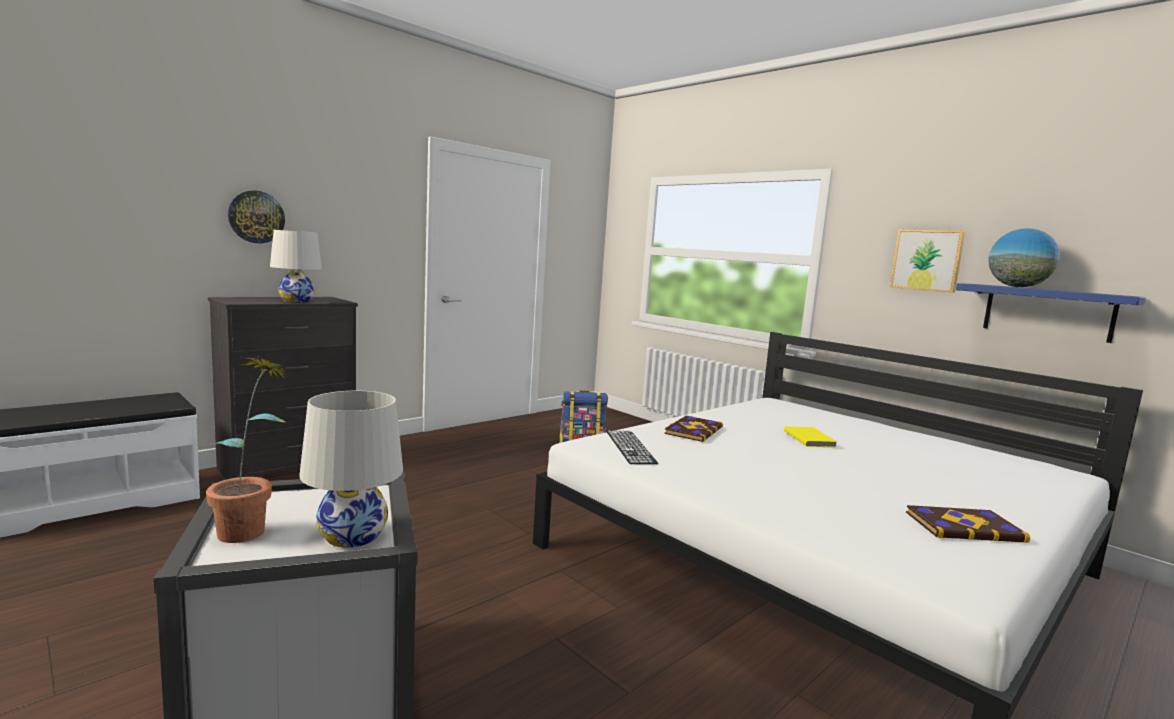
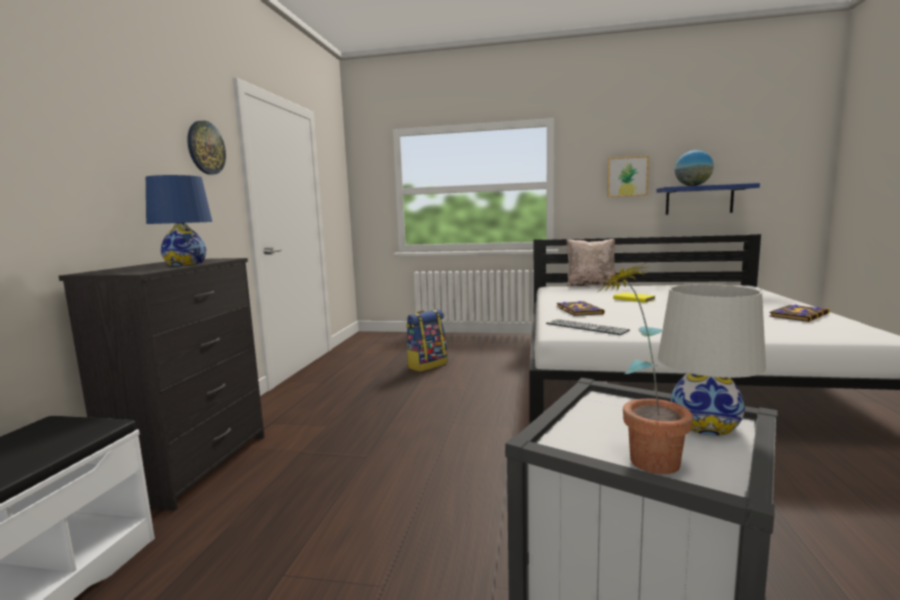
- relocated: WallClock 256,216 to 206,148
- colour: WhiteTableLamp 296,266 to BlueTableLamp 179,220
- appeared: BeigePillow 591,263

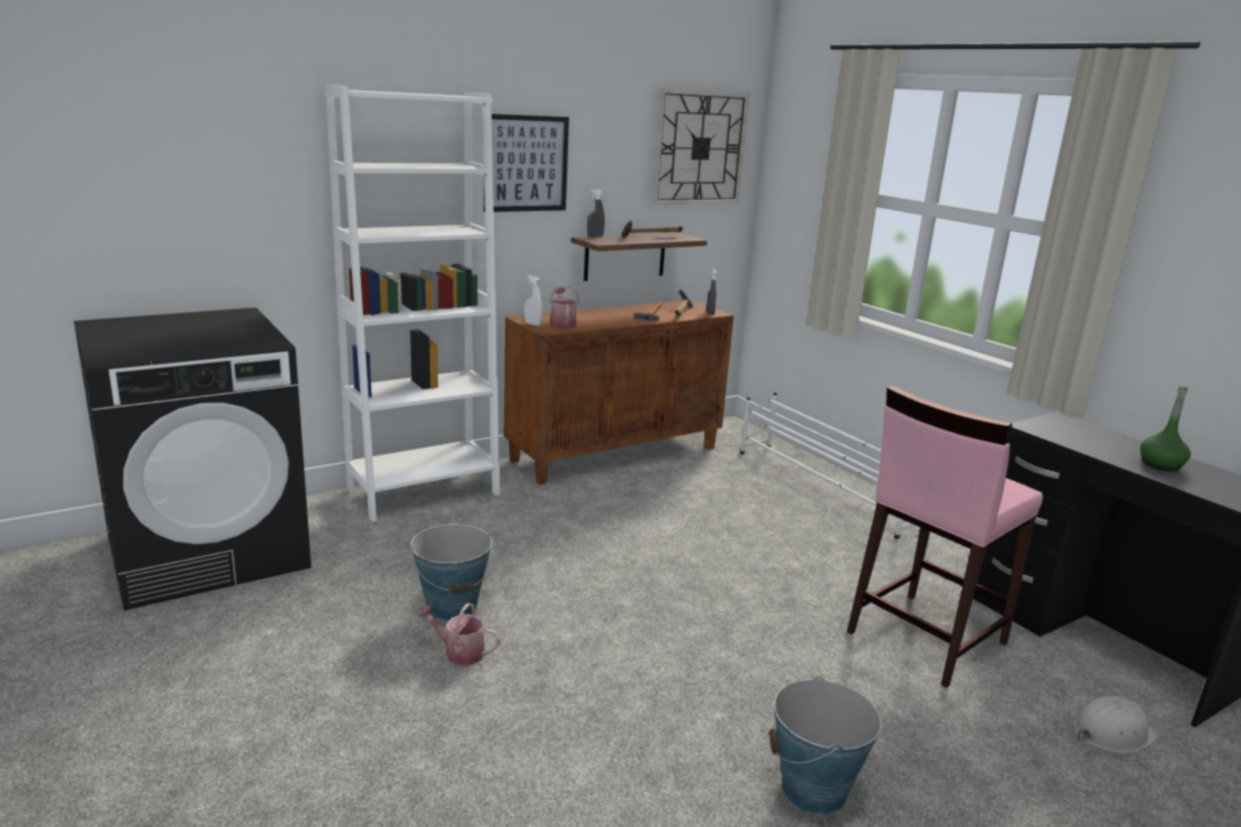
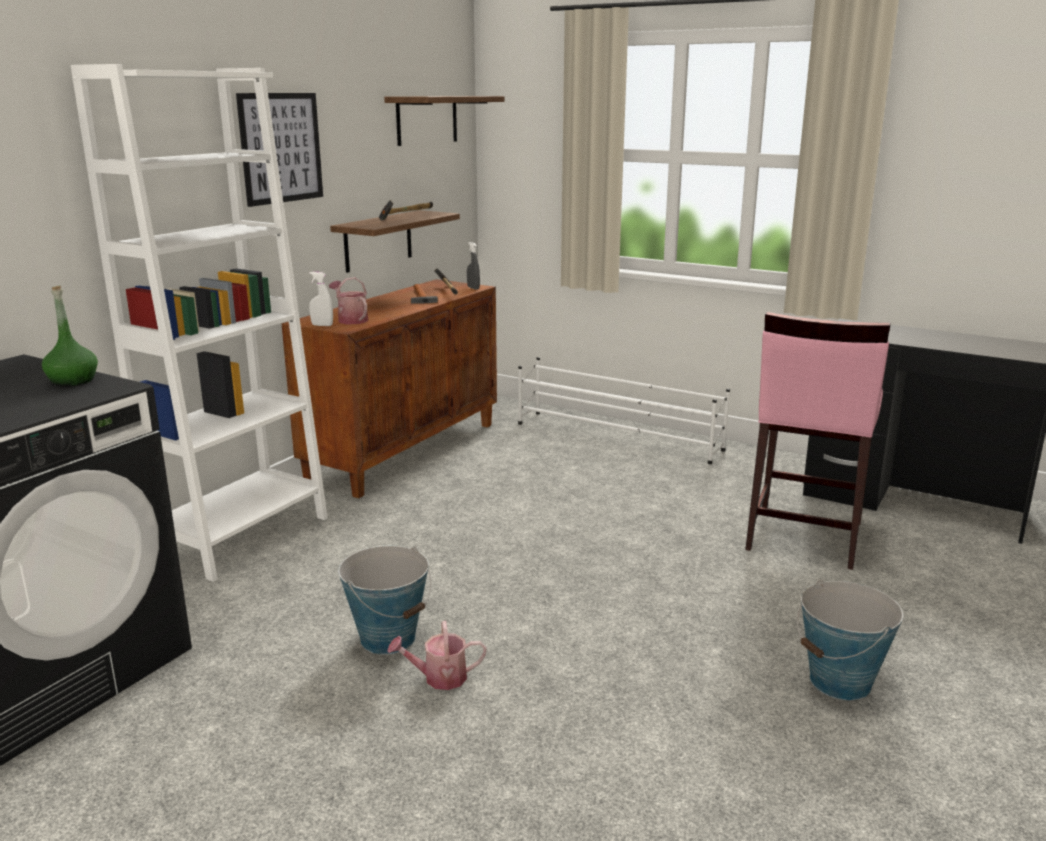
- exchanged: WallClock 701,146 to Shelf 444,121
- missing: GreySprayBottle 596,214
- relocated: GreenBottle 1165,429 to 70,336
- missing: WhiteHardHat 1116,725

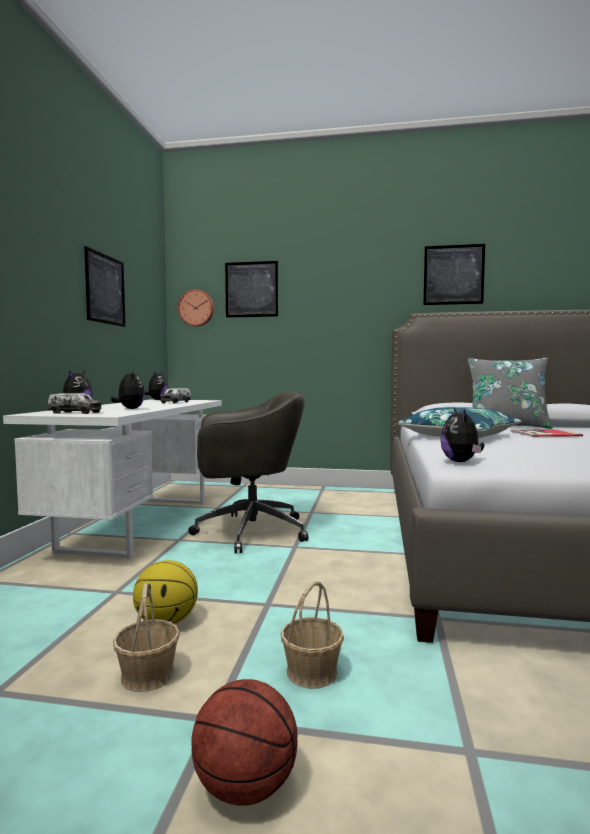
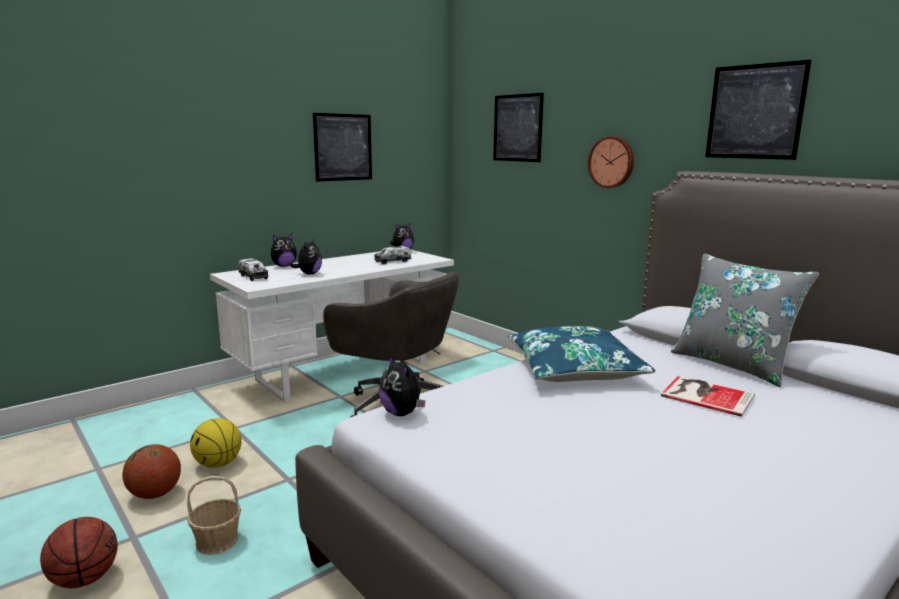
- relocated: WallClock 196,308 to 611,162
- spun: PlushToy 462,435 = 402,385 75 degrees counterclockwise
- exchanged: Basket 146,637 to Basketball 151,471

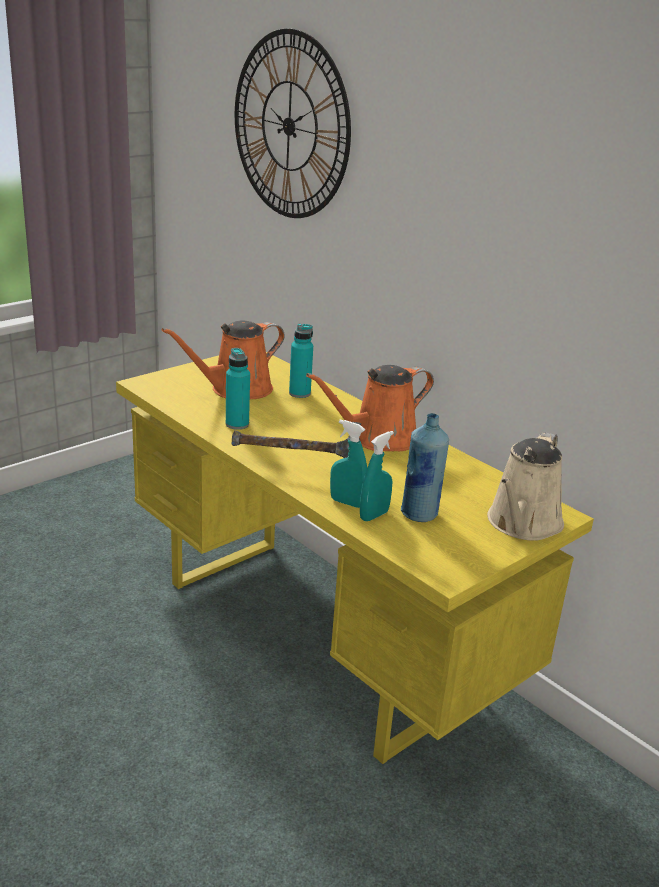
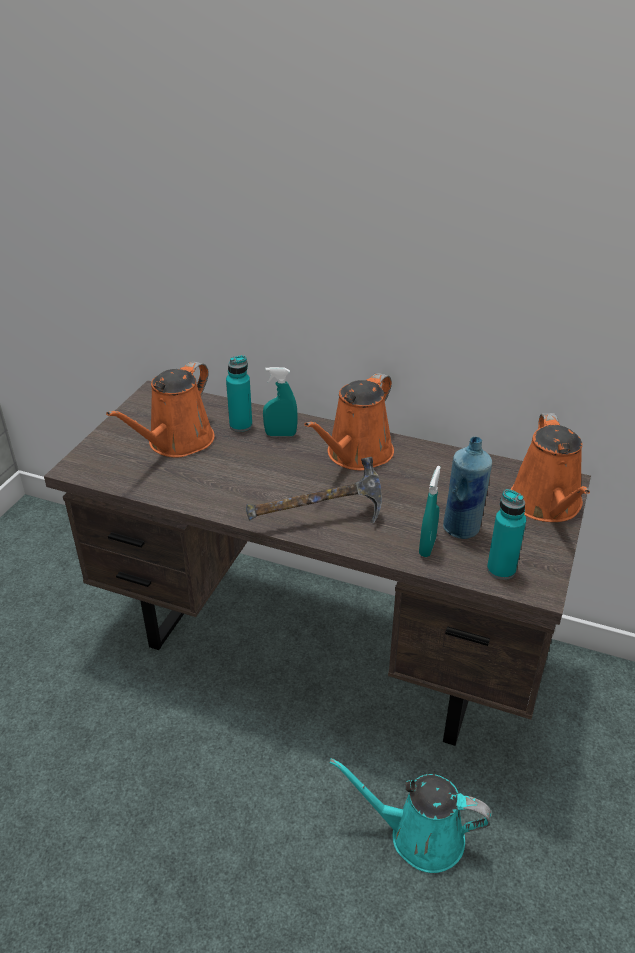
- missing: WallClock 293,123
- relocated: TurquoiseBottle 238,389 to 506,534
- colour: YellowDesk 355,558 to BrownDesk 317,563
- relocated: TurquoiseSprayBottle 348,464 to 280,401
- colour: BeigeWateringCan 525,486 to OrangeWateringCan 550,467
- appeared: TurquoiseWateringCan 410,815

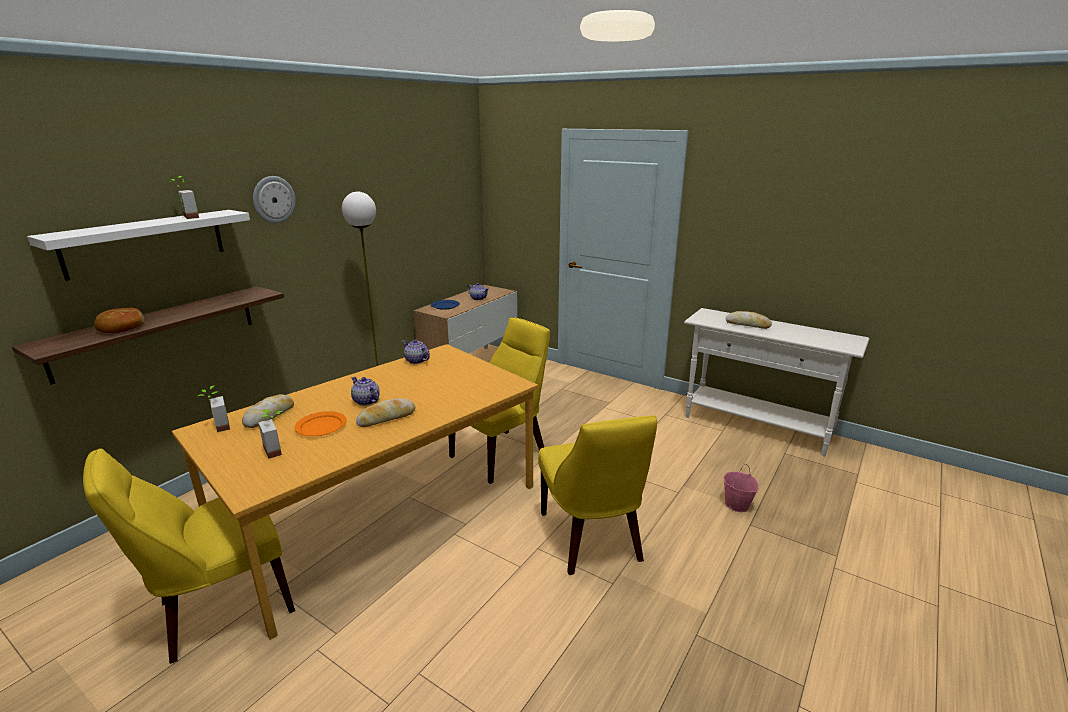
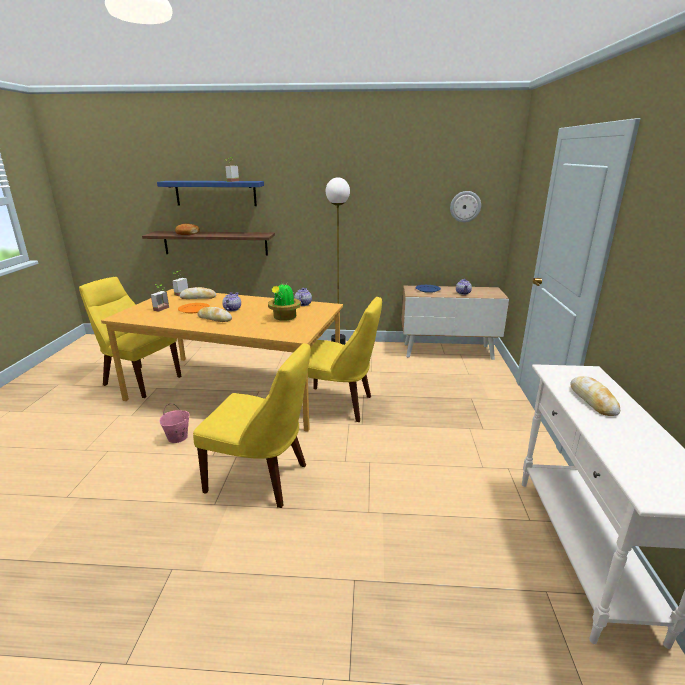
- relocated: WallClock 274,199 to 465,206
- colour: WhiteShelf 138,245 to BlueShelf 210,193
- spun: YellowChair 597,495 = 252,425 120 degrees counterclockwise
- relocated: PinkBucket 741,488 to 174,423
- appeared: PottedPlant 284,302

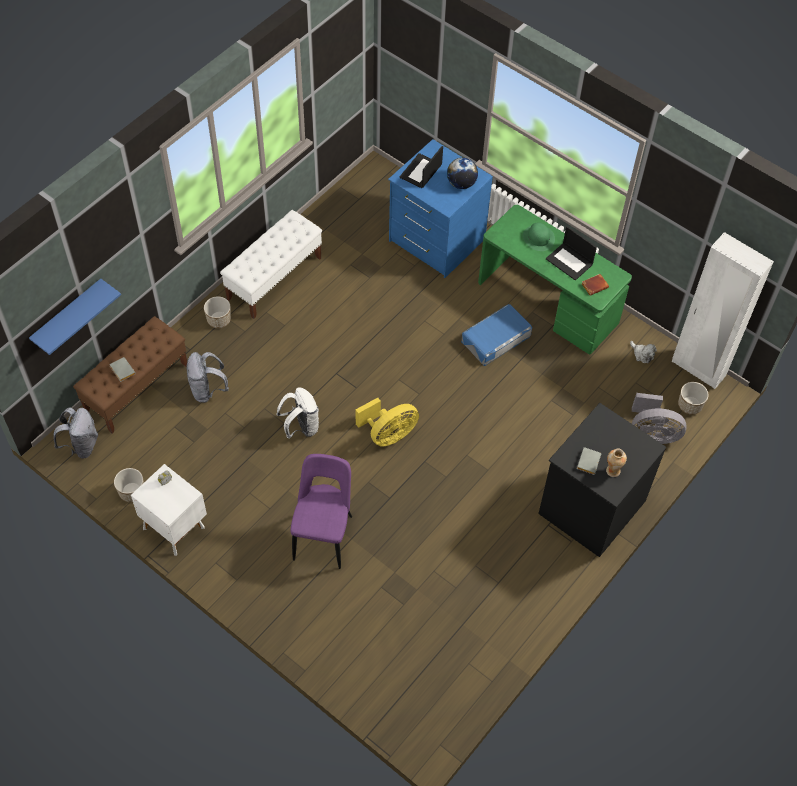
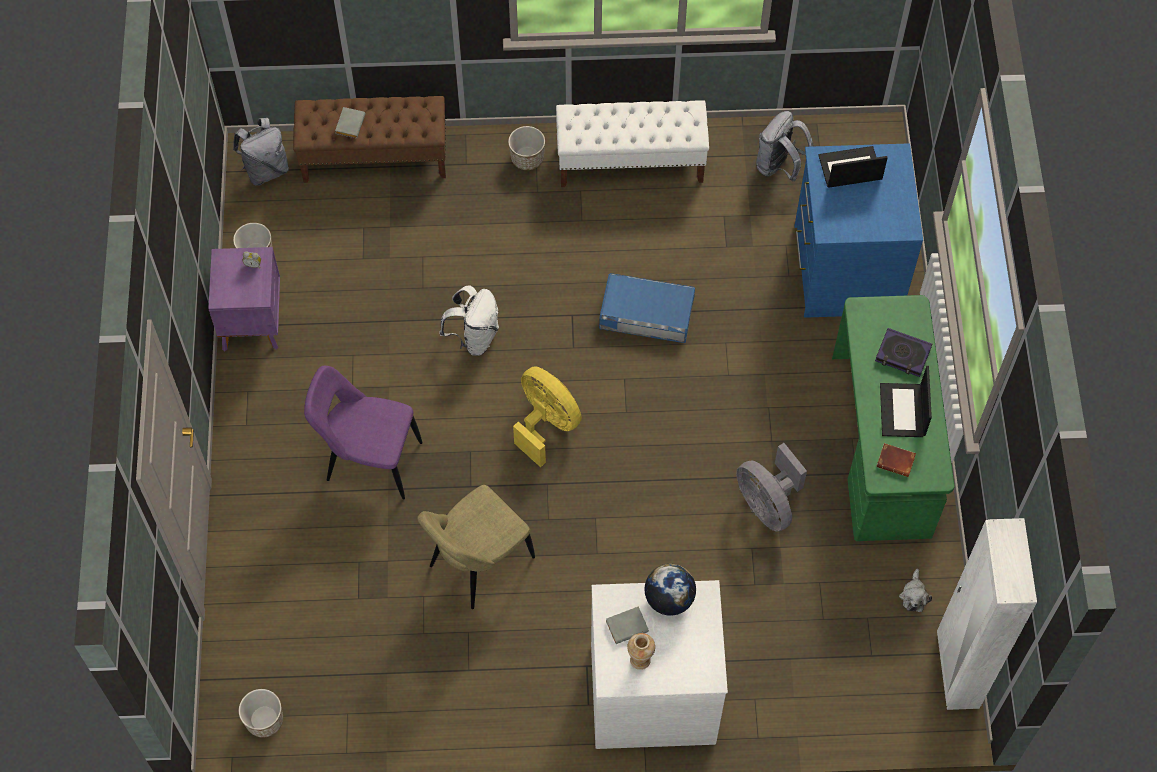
- relocated: Globe 462,173 to 670,590
- exchanged: GreenHat 539,236 to Book 903,352
- missing: BlueShelf 75,317
- relocated: BlueStorageBox 496,335 to 647,308
- relocated: GreyBackpack 207,377 to 784,146
- relocated: Planter 693,398 to 261,713
- relocated: GreyFan 659,418 to 771,487
- spun: YellowFan 387,422 = 547,416 150 degrees counterclockwise
- colour: BlackDresser 602,480 to WhiteDresser 659,664
- spun: PurpleChair 321,511 = 363,432 135 degrees counterclockwise
- colour: WhiteNightstand 169,510 to PurpleNightstand 244,299
- appeared: BeigeChair 476,547

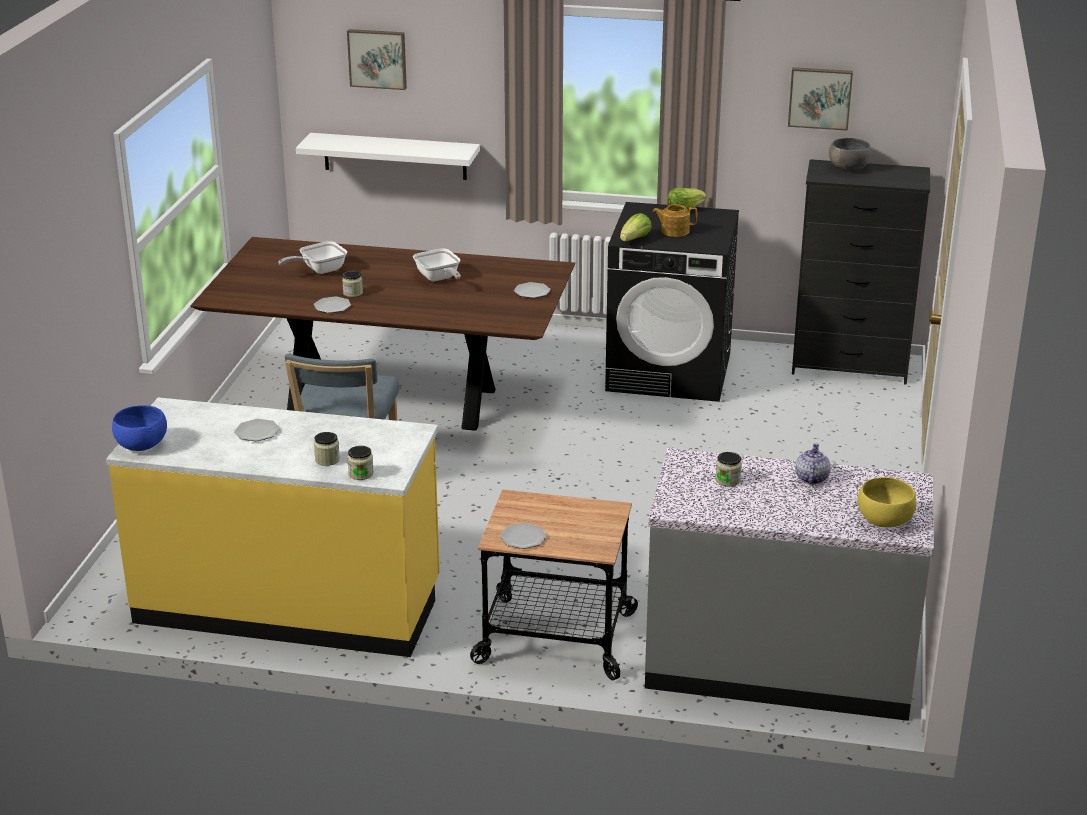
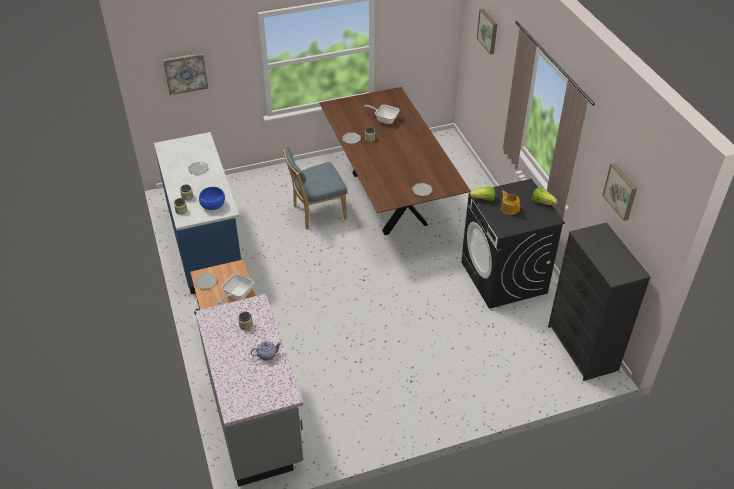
- missing: WhiteShelf 388,156
- missing: GreyBowl 850,154
- relocated: FryingPan 437,264 to 235,289
- colour: YellowCounter 273,527 to BlueCounter 197,213
- relocated: BlueBowl 139,428 to 212,198
- missing: YellowBowl 887,502
- appeared: Picture 185,74

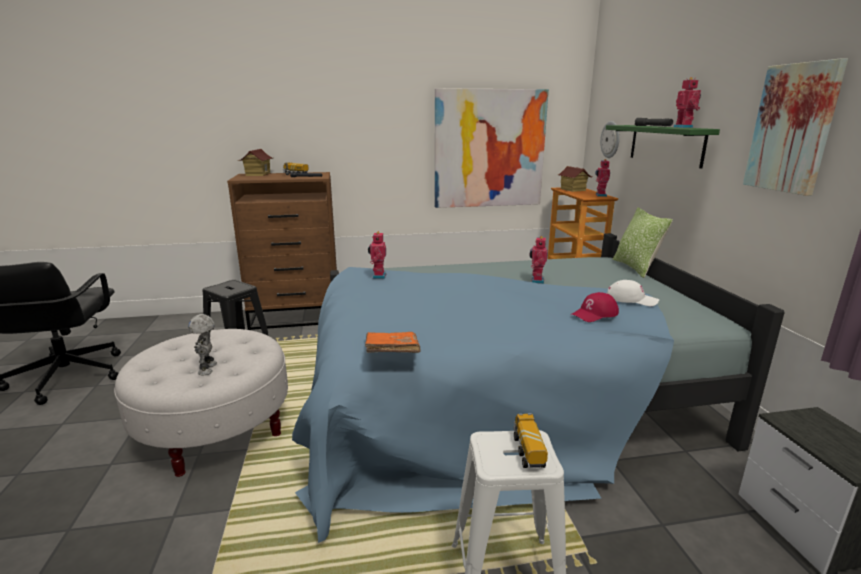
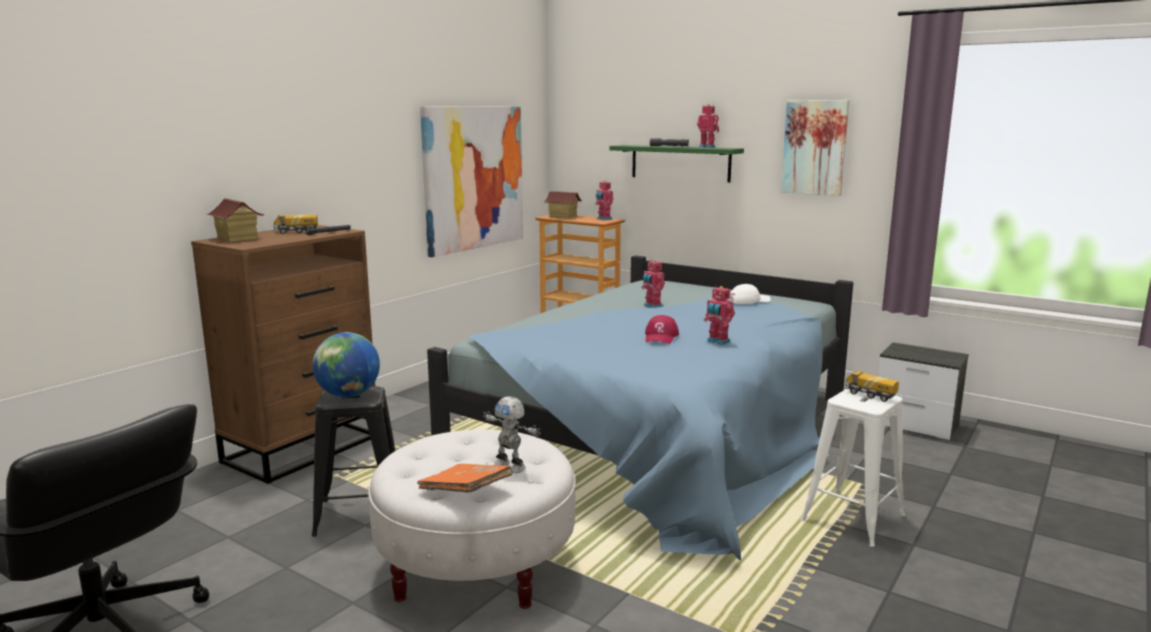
- missing: WallClock 610,139
- missing: Pillow 643,243
- relocated: ToyRobot 377,255 to 719,315
- relocated: RedCap 595,307 to 662,329
- relocated: OrangeBook 393,342 to 465,478
- appeared: Globe 346,364

